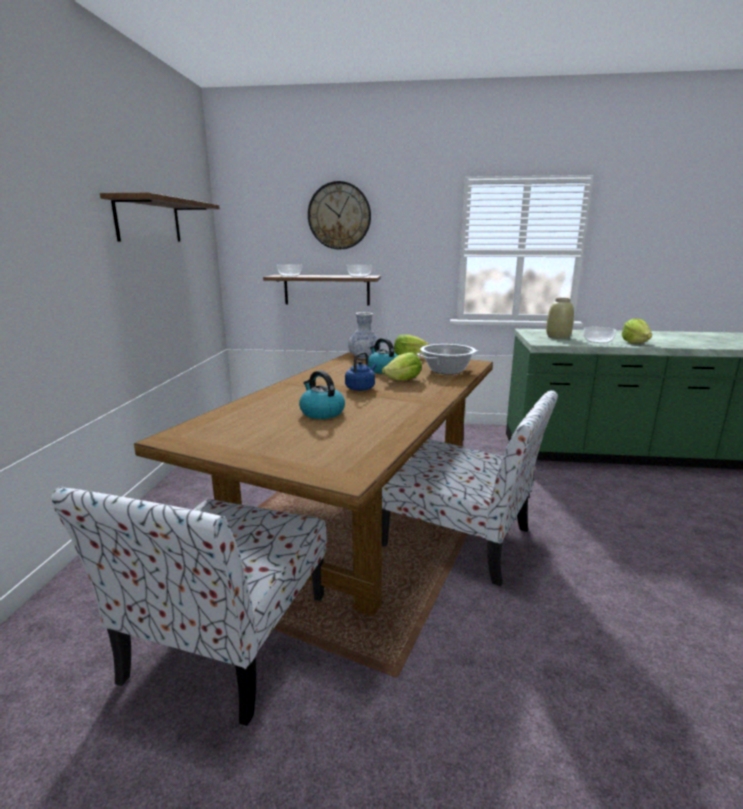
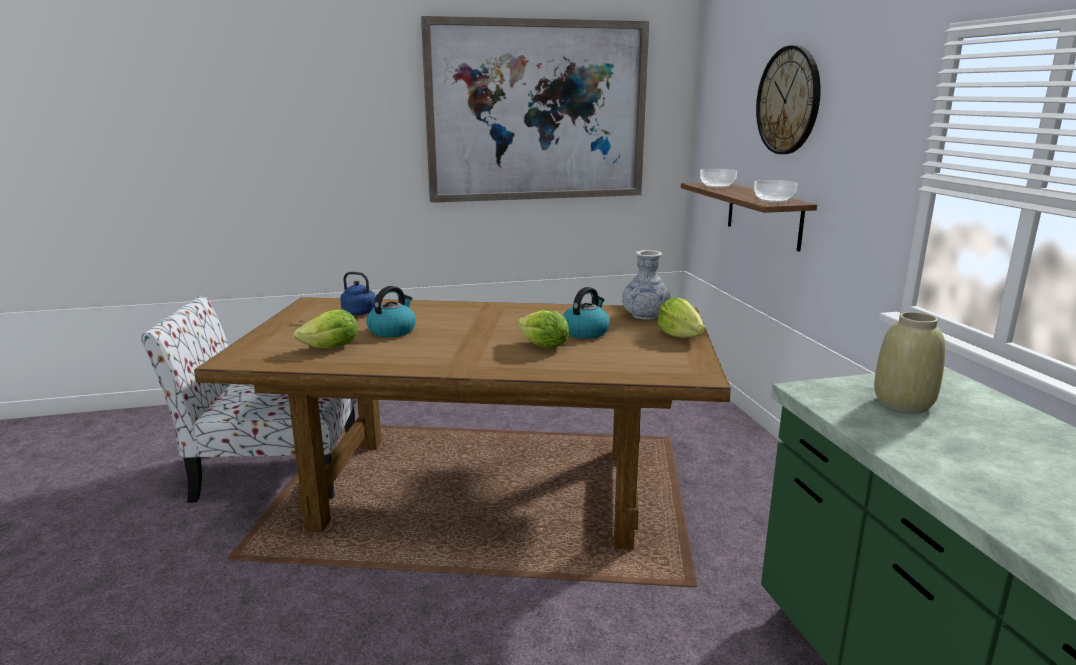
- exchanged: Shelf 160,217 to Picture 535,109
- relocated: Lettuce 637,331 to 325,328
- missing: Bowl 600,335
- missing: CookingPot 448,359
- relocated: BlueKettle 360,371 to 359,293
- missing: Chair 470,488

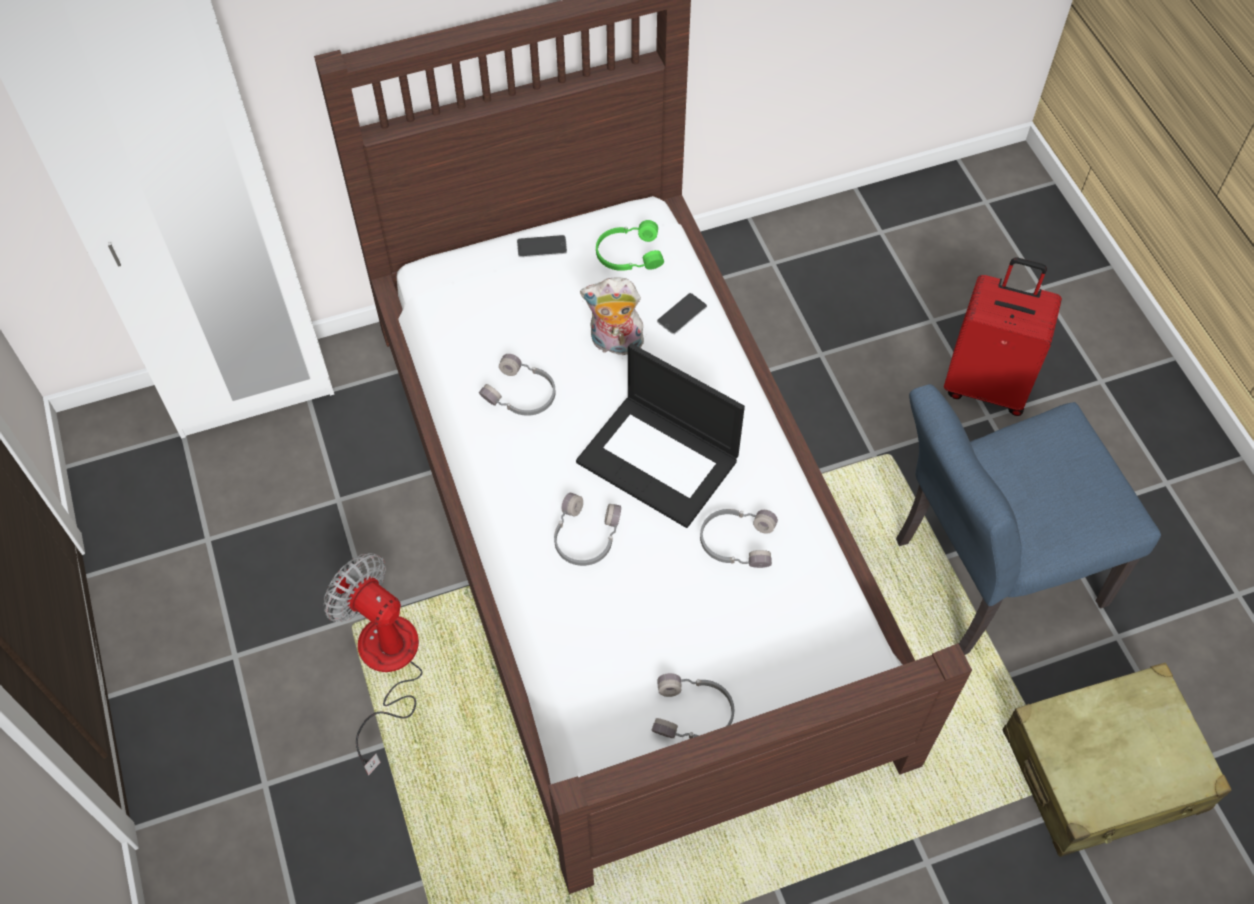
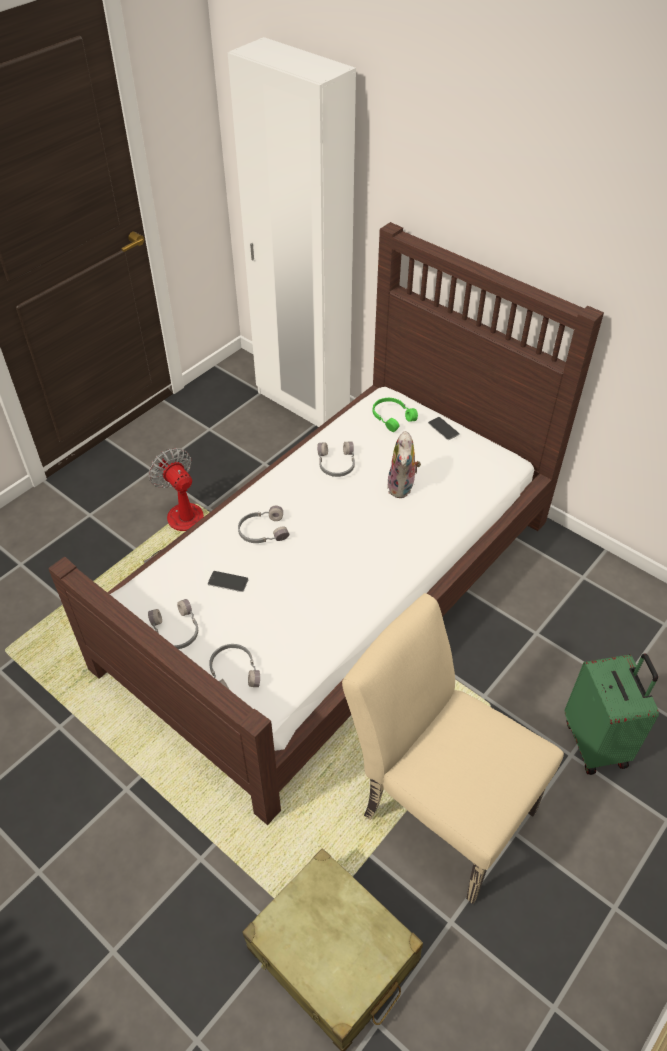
- relocated: GreenHeadphones 630,245 to 395,415
- colour: RedSuitcase 1003,336 to GreenSuitcase 612,714
- spun: PlushToy 614,317 = 404,464 150 degrees counterclockwise
- relocated: Phone 682,313 to 228,581
- missing: Laptop 660,435
- colour: BlueChair 1028,519 to BeigeChair 453,748
- relocated: GreyHeadphones 739,538 to 234,667
- spun: Fan 372,664 = 174,505 45 degrees counterclockwise

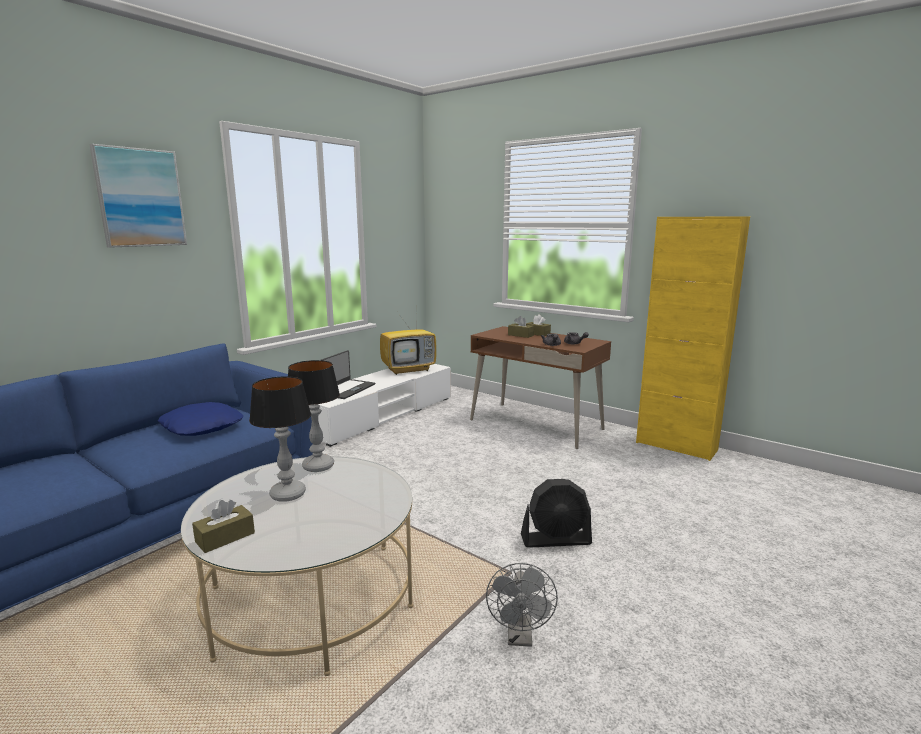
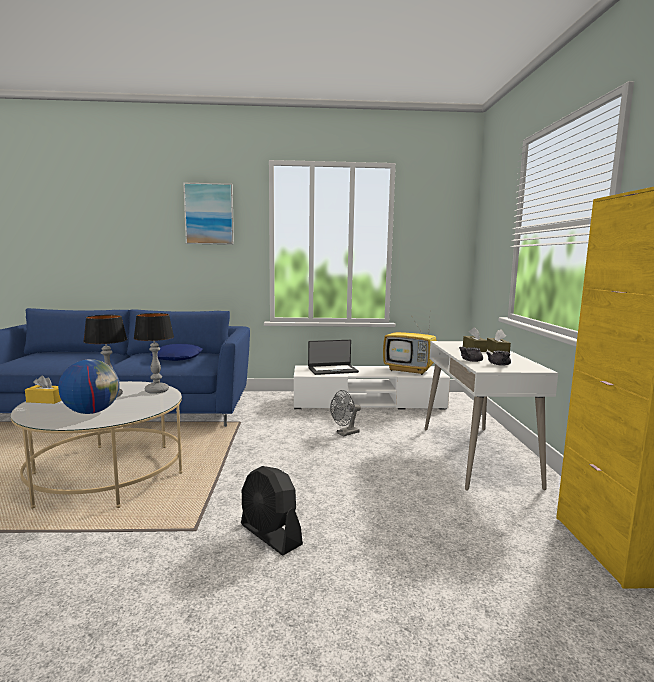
- colour: BrownDesk 540,387 to WhiteDesk 491,416
- colour: BrownTissueBox 223,526 to YellowTissueBox 43,389
- relocated: GreyFan 522,605 to 345,413
- appeared: Globe 89,386

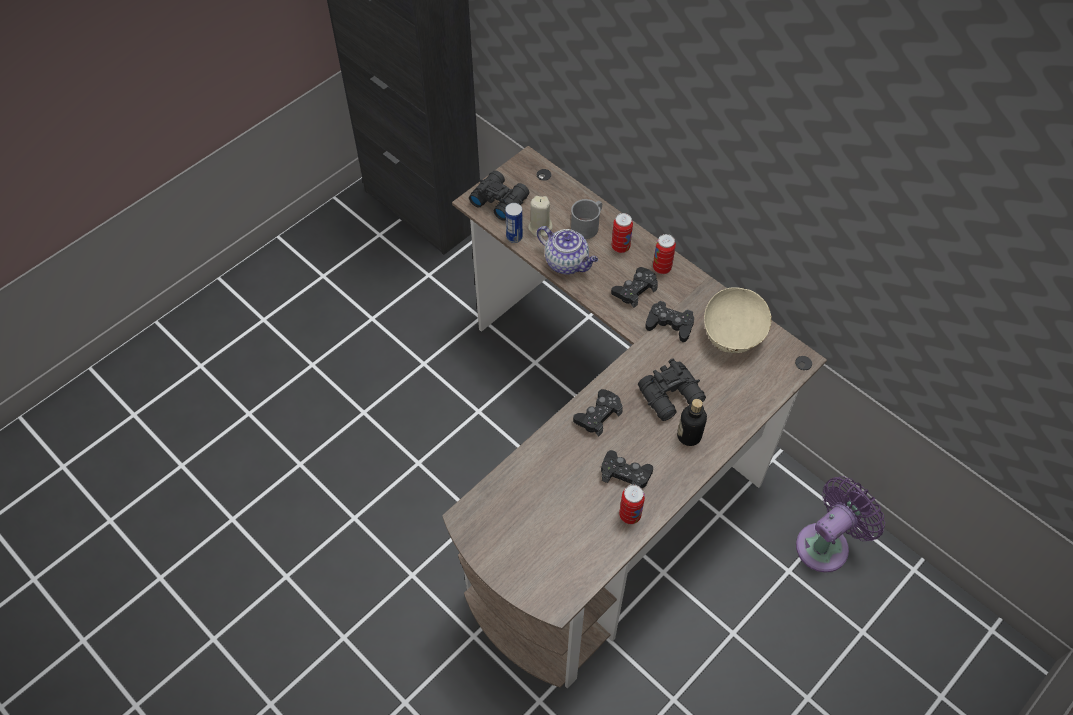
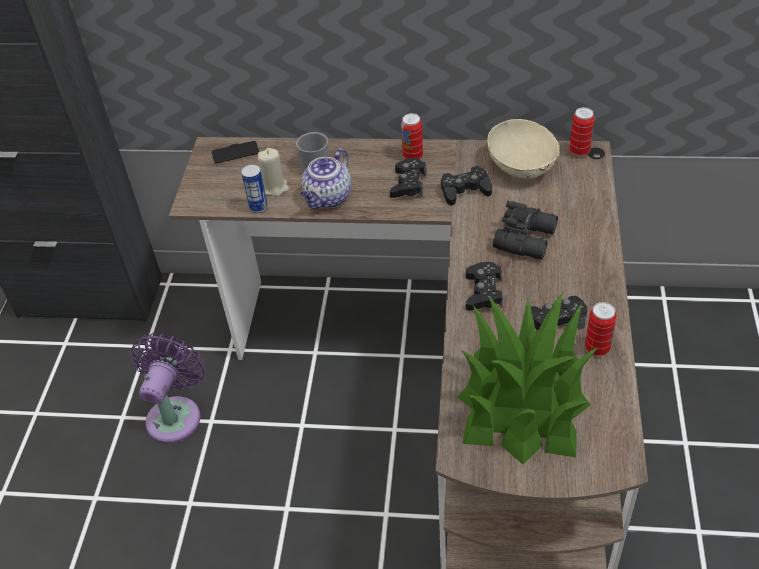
- missing: BlackBinoculars 499,196
- relocated: Can 622,233 to 582,131
- spun: Teapot 567,250 = 326,178 120 degrees clockwise
- missing: Bottle 692,422
- relocated: PurpleFan 840,524 to 168,388
- appeared: Phone 235,152
- appeared: PottedPlant 528,377

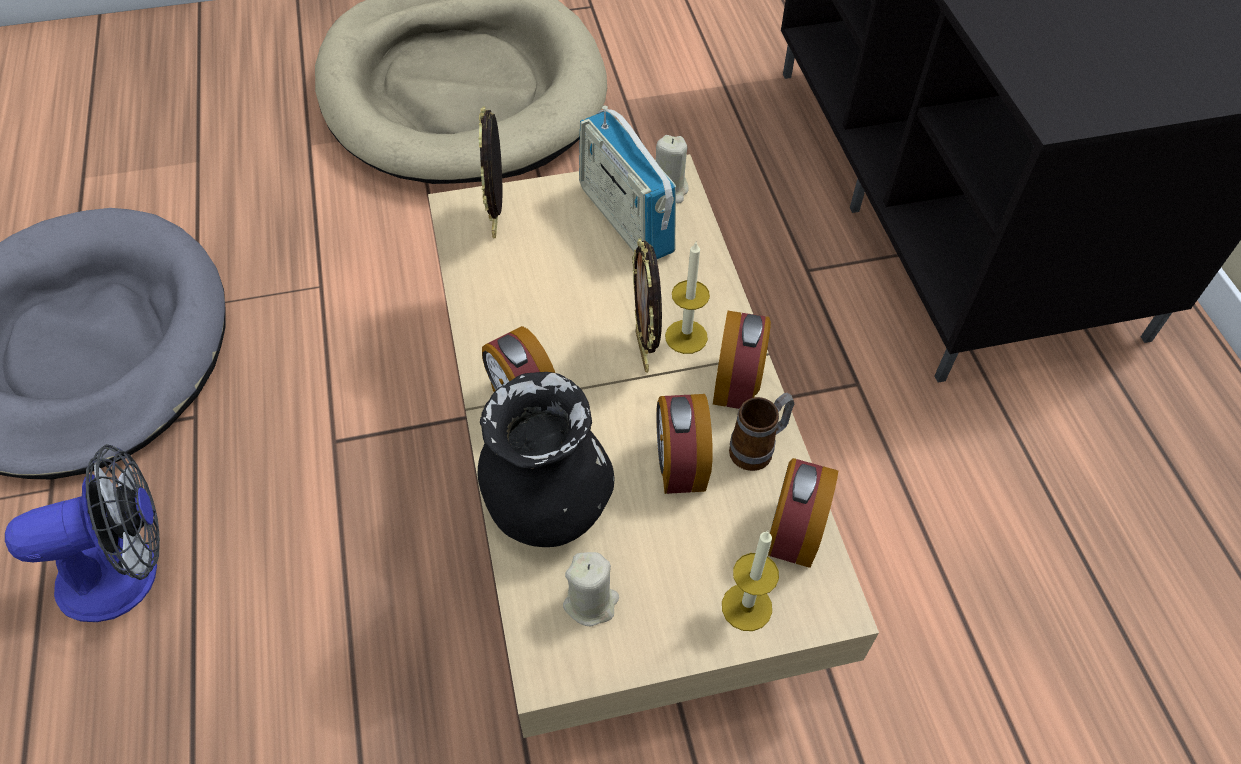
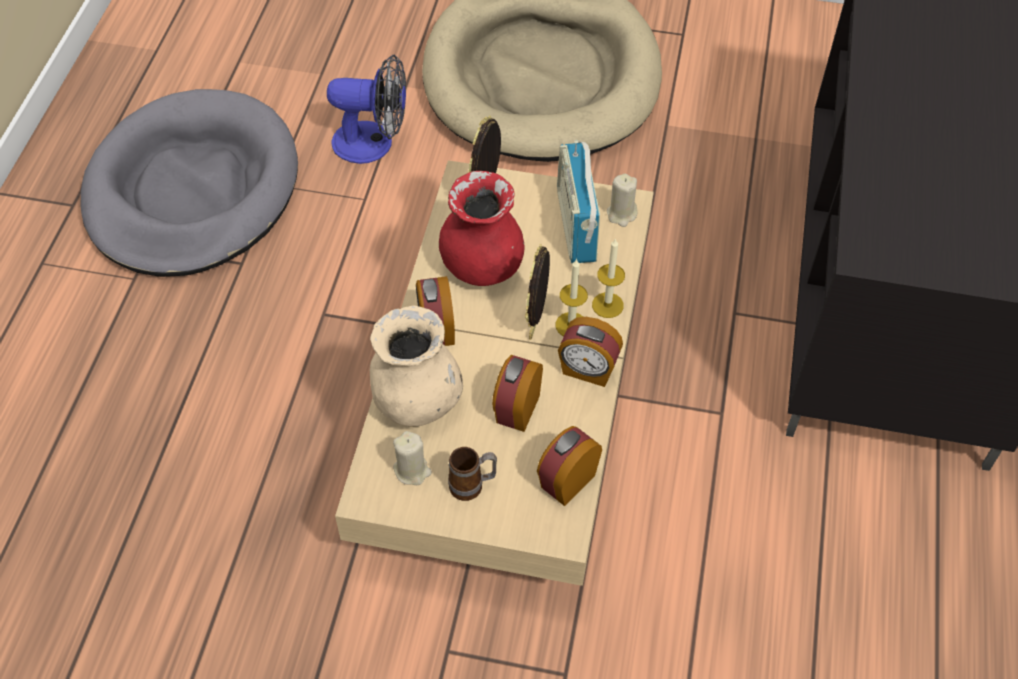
- spun: AlarmClock 742,360 = 590,352 75 degrees clockwise
- colour: BlackVase 545,459 to BeigeVase 416,365
- relocated: Mug 761,432 to 472,474
- relocated: Fan 82,533 to 366,109
- relocated: Candle 750,581 to 608,278
- appeared: RedVase 481,228

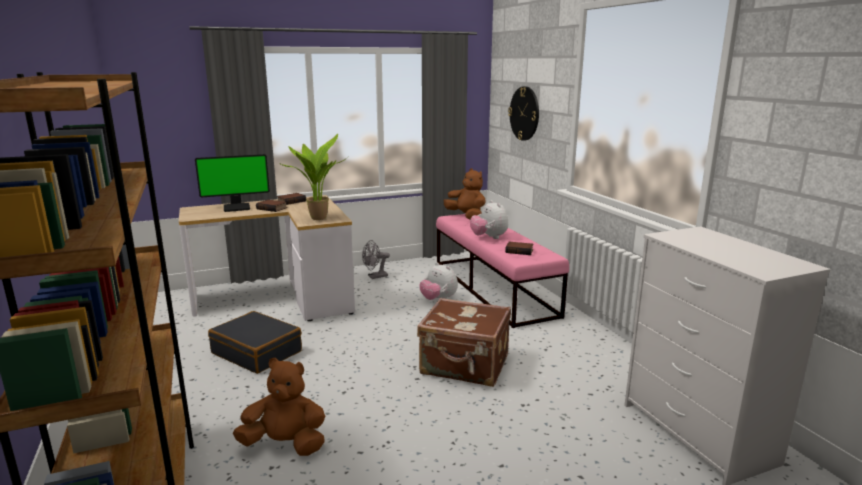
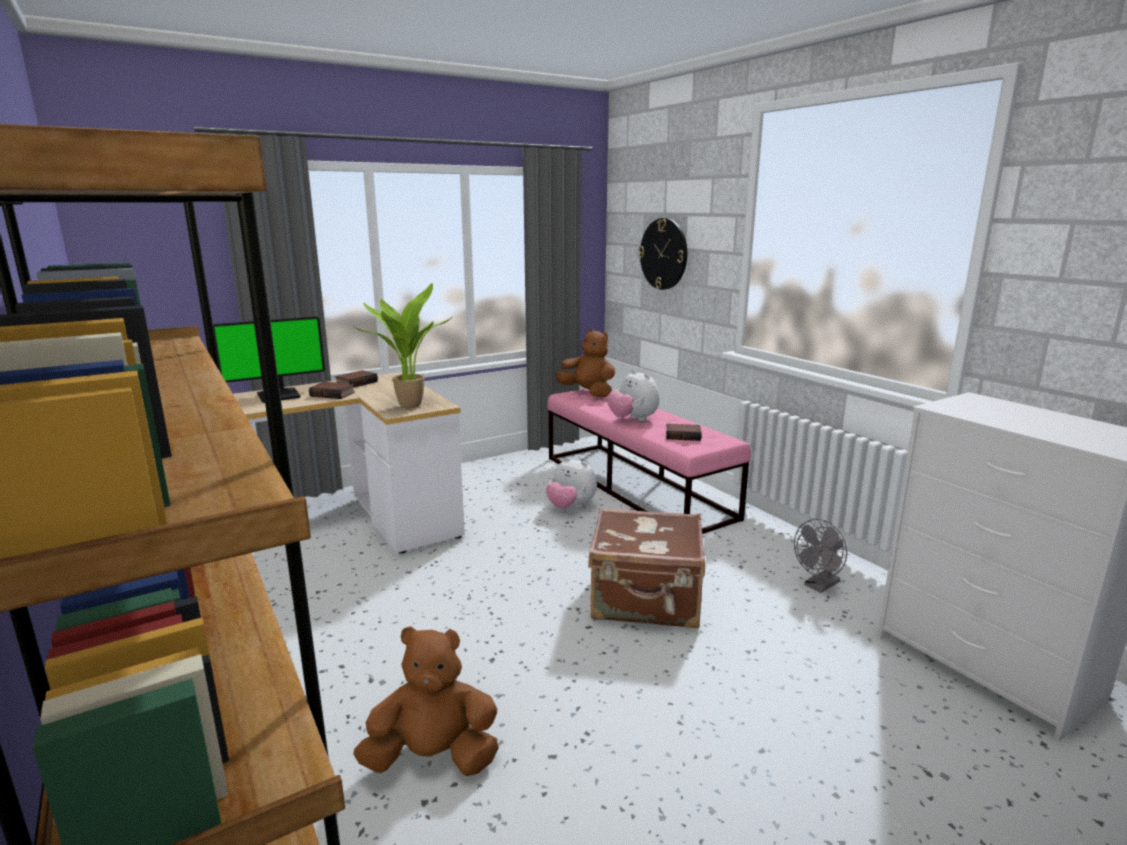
- relocated: GreyFan 376,259 to 820,556
- missing: BlackSuitcase 255,342

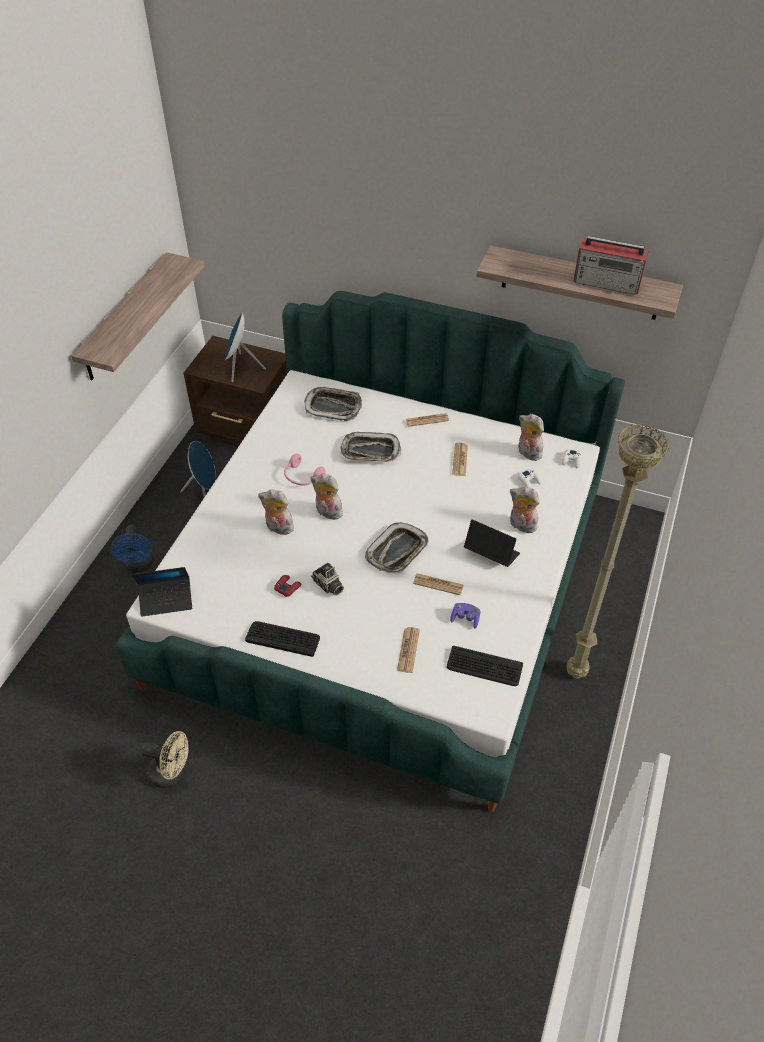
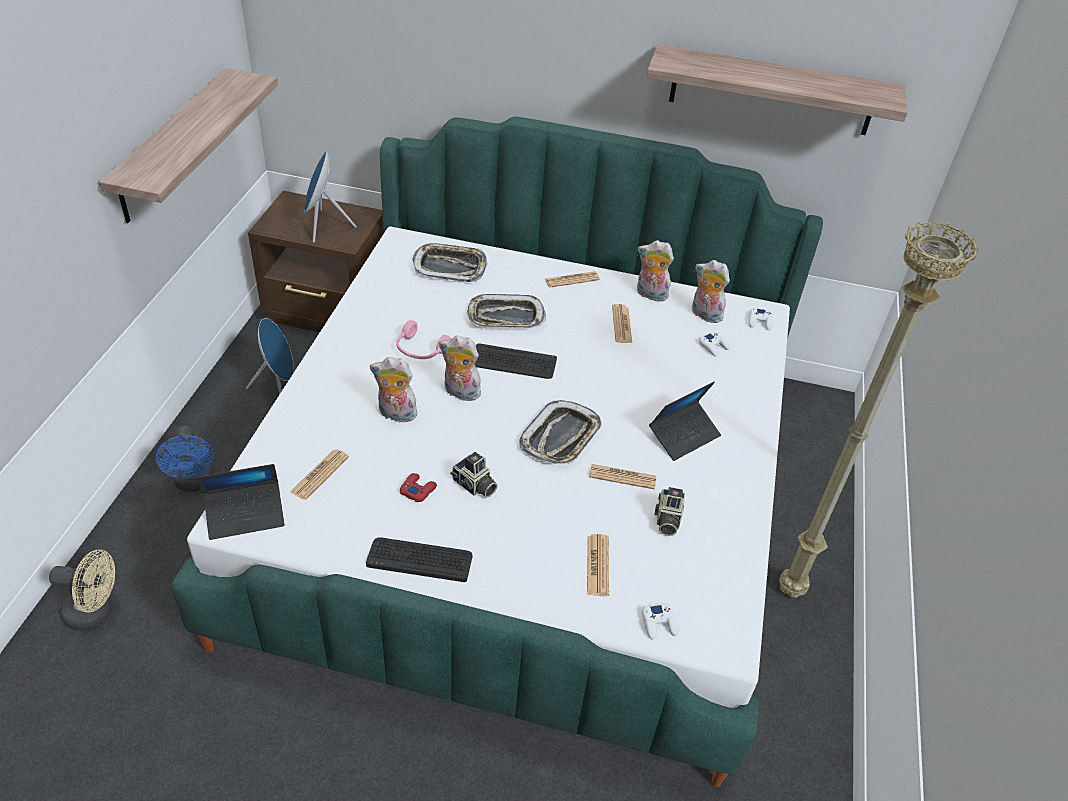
- missing: Radio 611,265
- relocated: PlushToy 524,510 to 655,271
- spun: Laptop 492,543 = 685,421 120 degrees clockwise
- exchanged: PurpleGameController 465,615 to PhotoCamera 669,511
- relocated: Keyboard 485,666 to 516,361
- relocated: BeigeFan 164,759 to 82,590
- appeared: Newspaper 319,474
- appeared: WhiteGameController 660,620

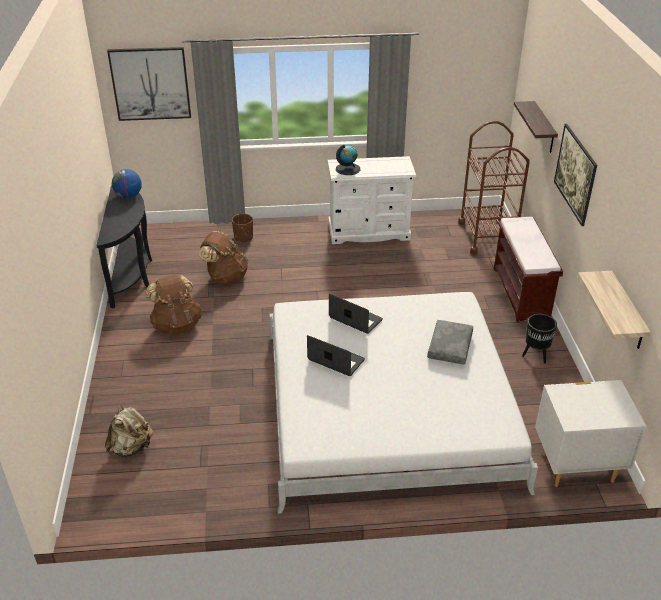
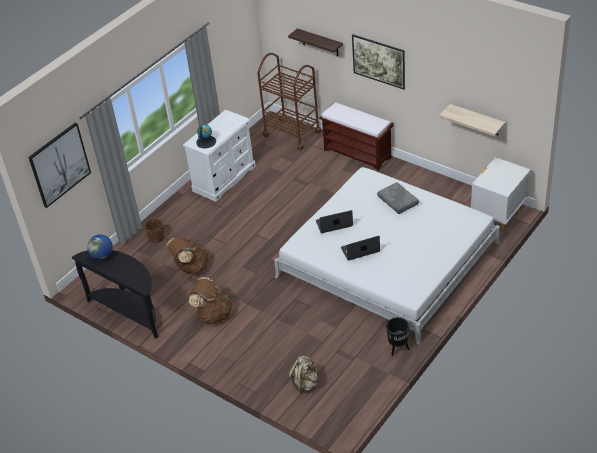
- relocated: BlackPlanter 539,338 to 398,336

